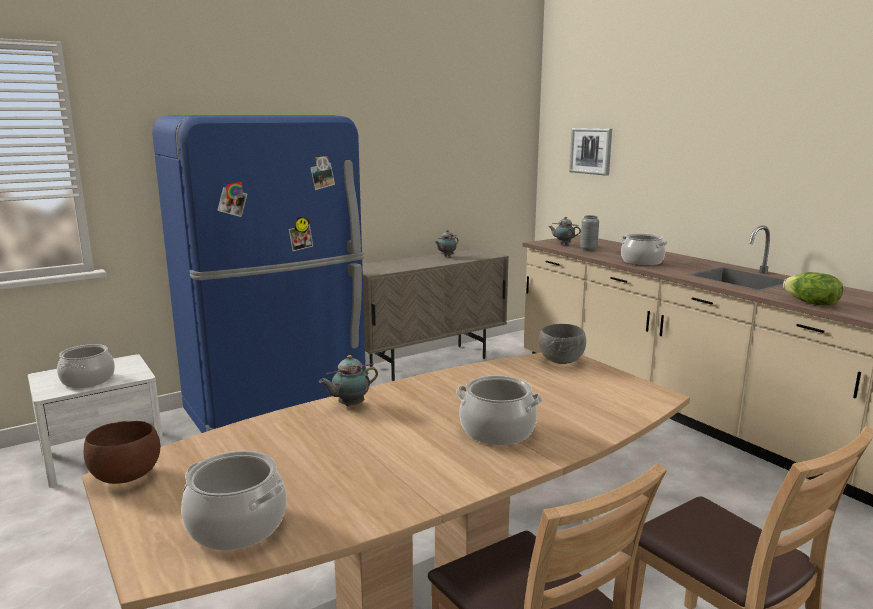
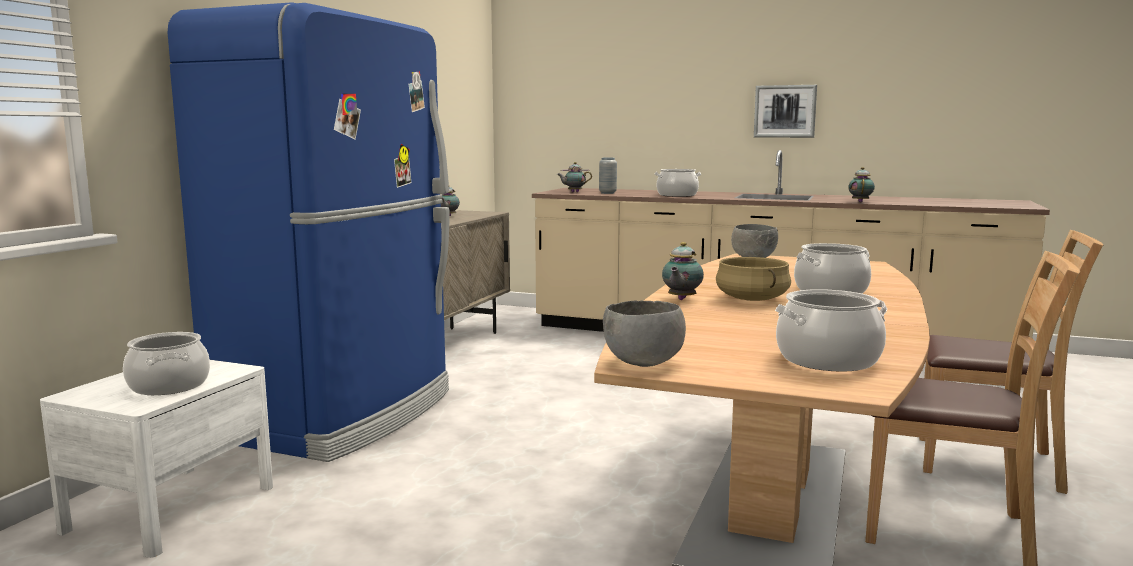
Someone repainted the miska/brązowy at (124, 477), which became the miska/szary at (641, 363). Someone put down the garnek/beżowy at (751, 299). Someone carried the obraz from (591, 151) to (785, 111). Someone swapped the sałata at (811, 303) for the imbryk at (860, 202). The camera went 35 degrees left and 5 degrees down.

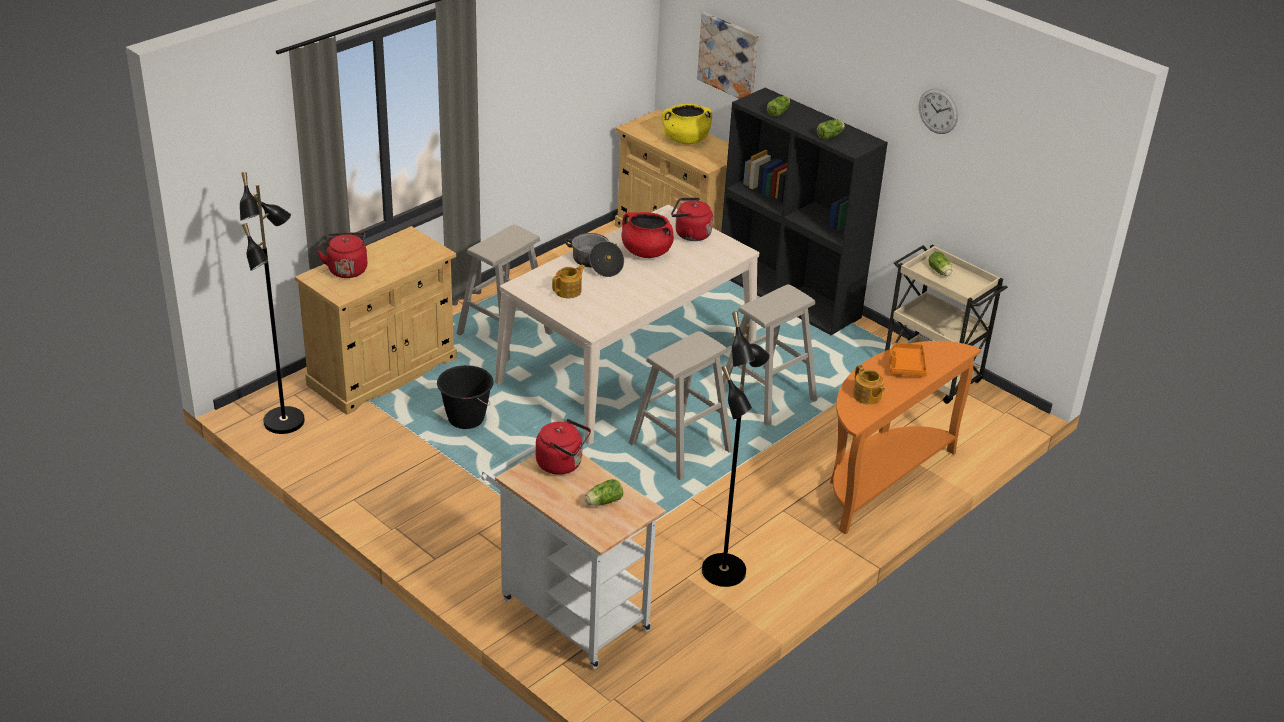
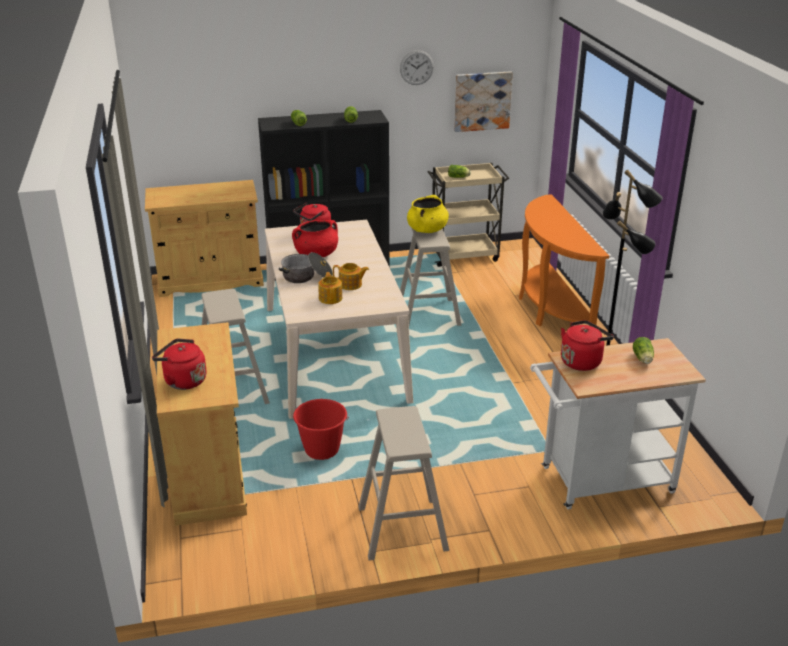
Someone repainted the wiadro/czarny at (466, 419), which became the wiadro/czerwony at (322, 450). Someone carried the imbryk from (867, 396) to (351, 285). Someone carried the stołek/beżowy from (680, 448) to (402, 528). Someone carried the garnek/żółty from (685, 140) to (427, 230). Someone carried the obraz from (729, 56) to (482, 101). Someone took away the lampa stojąca/czarny at (285, 422). Someone took away the taca/pomarańczowy at (905, 365). The camera went 55 degrees left and 5 degrees down.

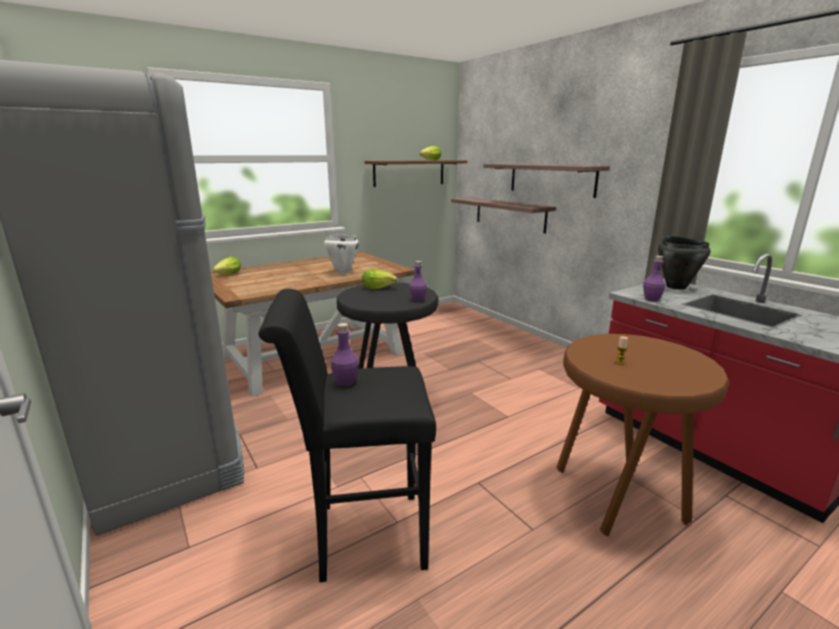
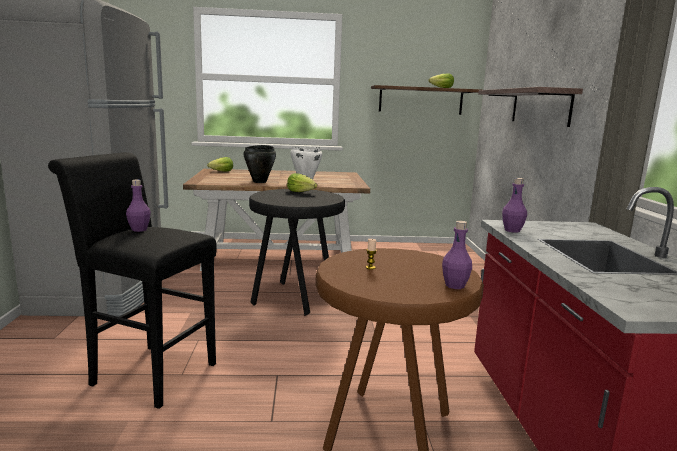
Someone carried the garnek/czarny from (676, 287) to (260, 182). Someone carried the butelka/fioletowy from (418, 300) to (455, 285). Someone took away the półka at (509, 214). The camera went 30 degrees right and 5 degrees down.

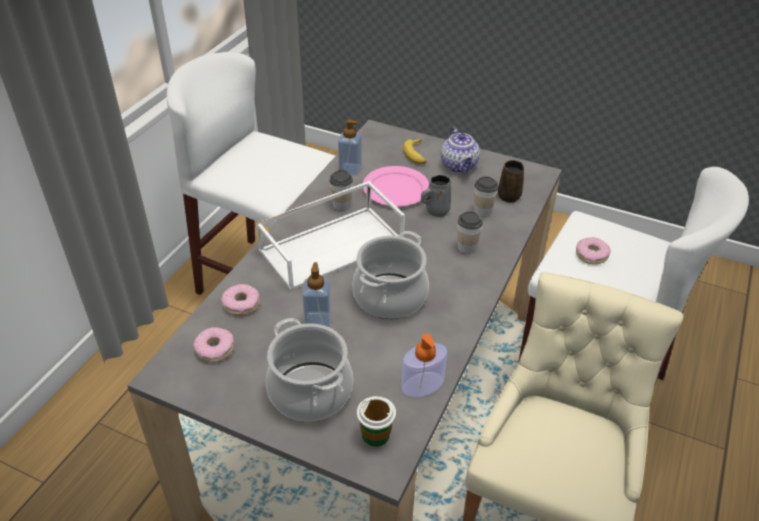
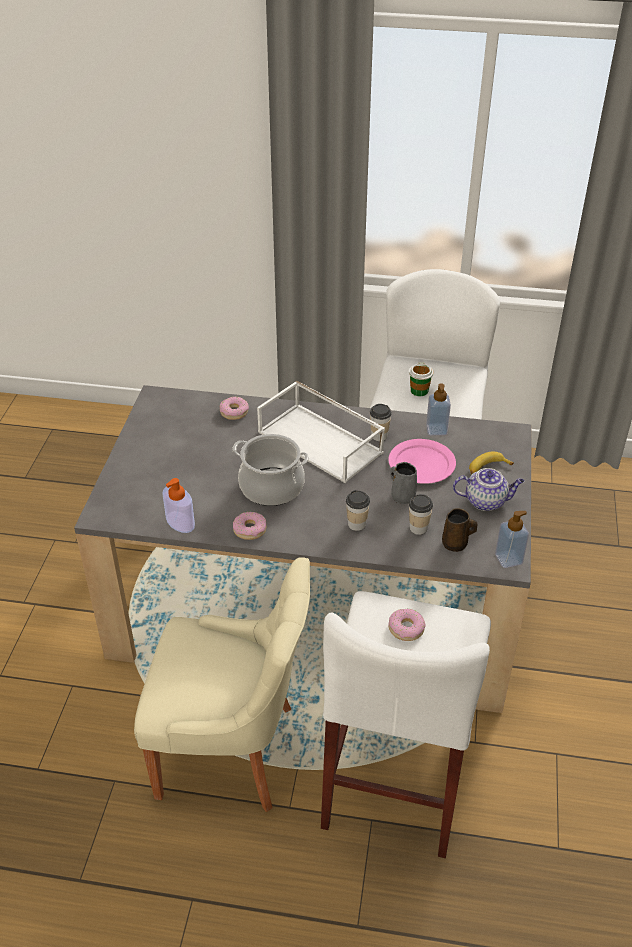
Someone carried the donut from (215, 349) to (250, 529). Someone carried the filiżanka from (376, 435) to (419, 391). Someone rotated the imbryk at (459, 166) by 150 degrees counterclockwise. Someone carried the dozownik mydła from (318, 321) to (508, 559). Someone took away the garnek at (310, 391). The camera went 75 degrees right and 0 degrees up.

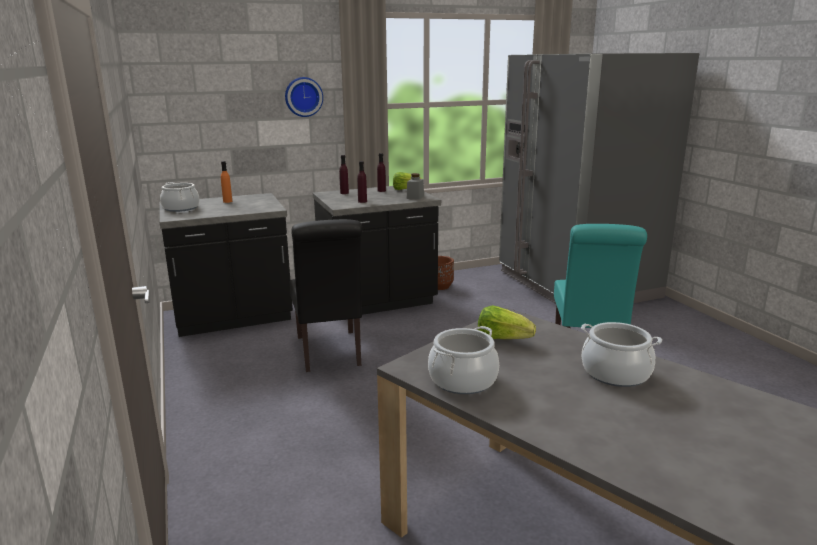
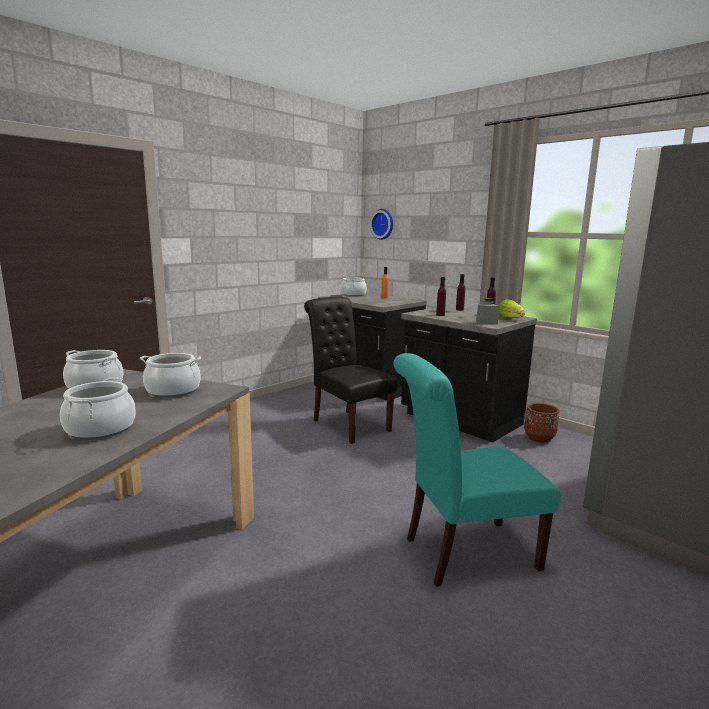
Someone swapped the sałata at (502, 339) for the garnek at (173, 390). Someone rotated the krzesło/czarny at (330, 353) by 90 degrees clockwise. Someone carried the zegar ścienny from (303, 97) to (383, 224). The camera went 65 degrees right and 5 degrees down.

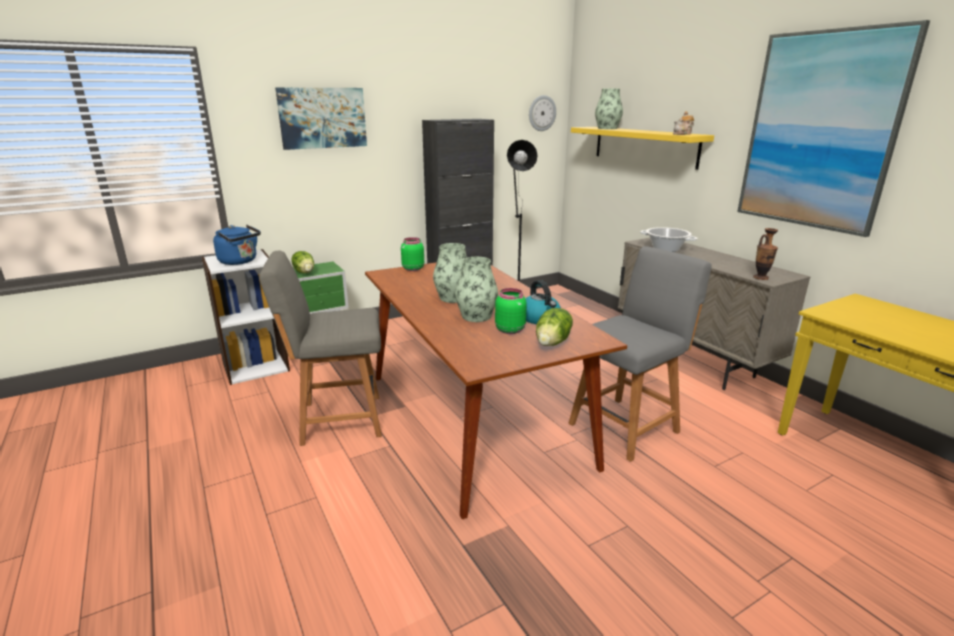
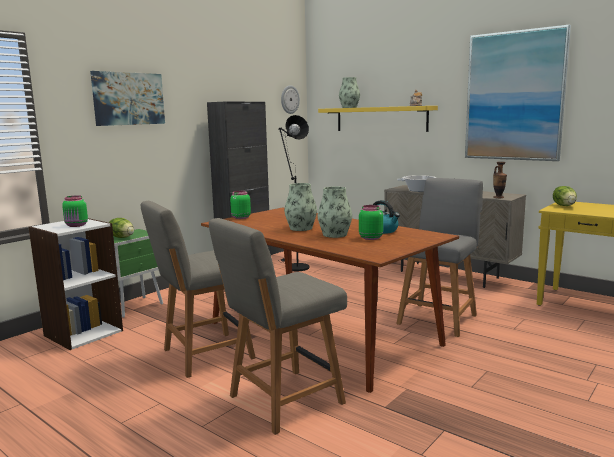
Someone swapped the czajnik/niebieski at (240, 261) for the słoik/zielony at (77, 225). Someone put down the krzesło/szary at (282, 401). Someone carried the sałata from (553, 342) to (564, 206). The camera went 20 degrees left and 10 degrees down.

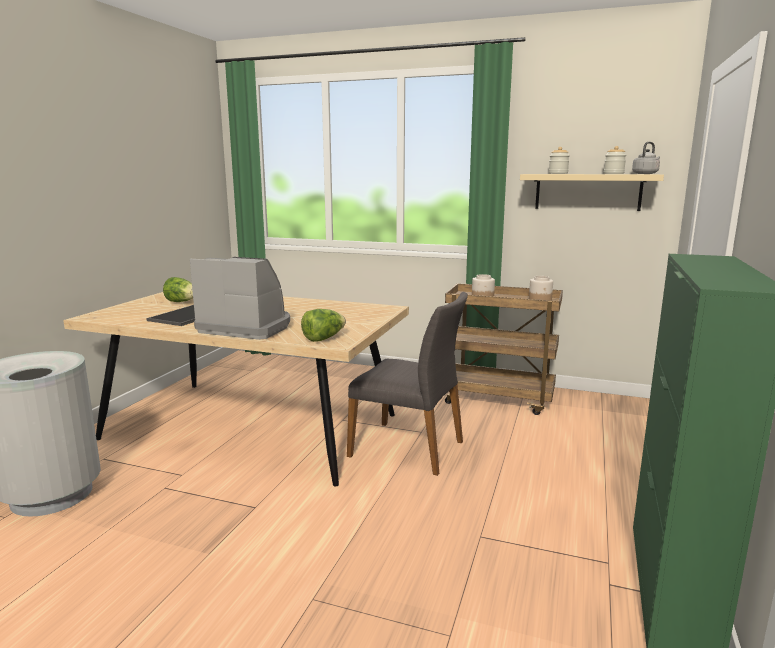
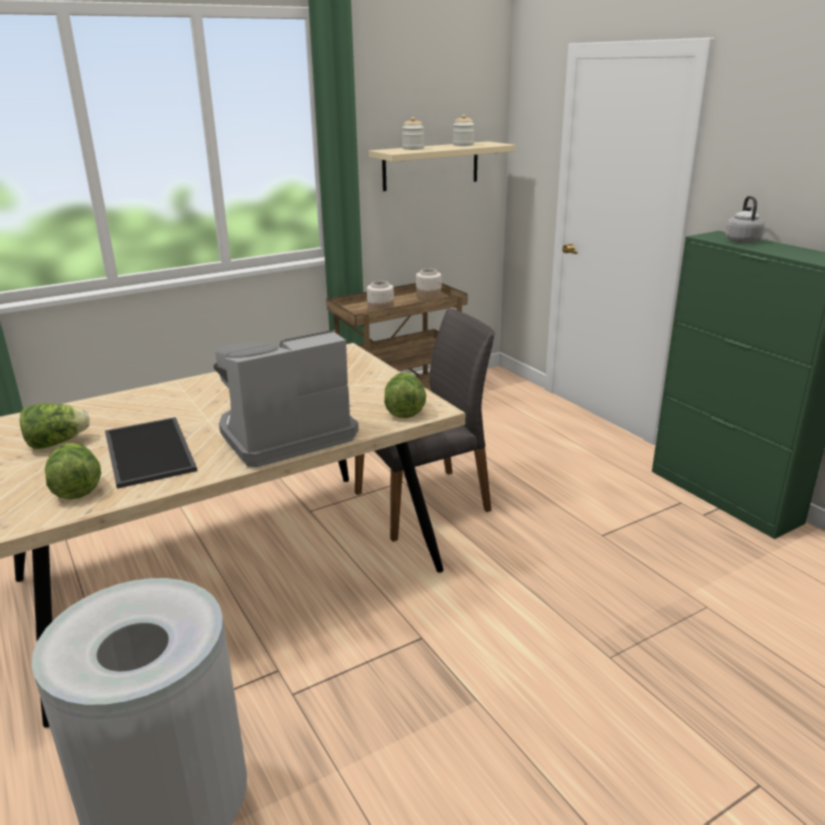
Someone put down the sałata at (76, 488). Someone carried the czajnik/szary from (645, 174) to (741, 240). The camera went 50 degrees left and 10 degrees up.

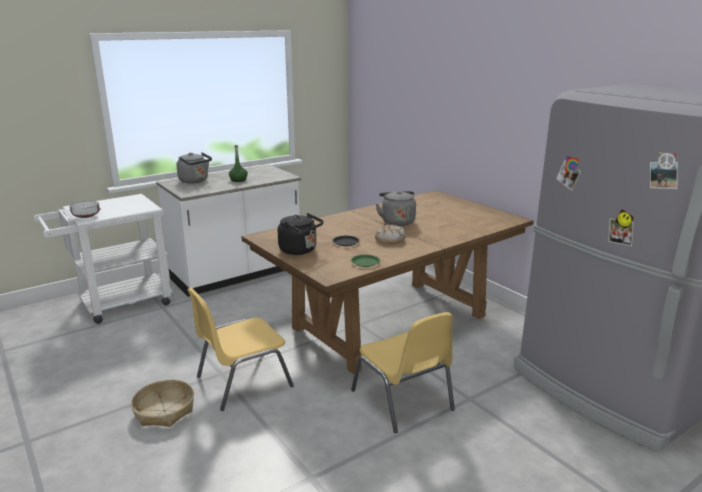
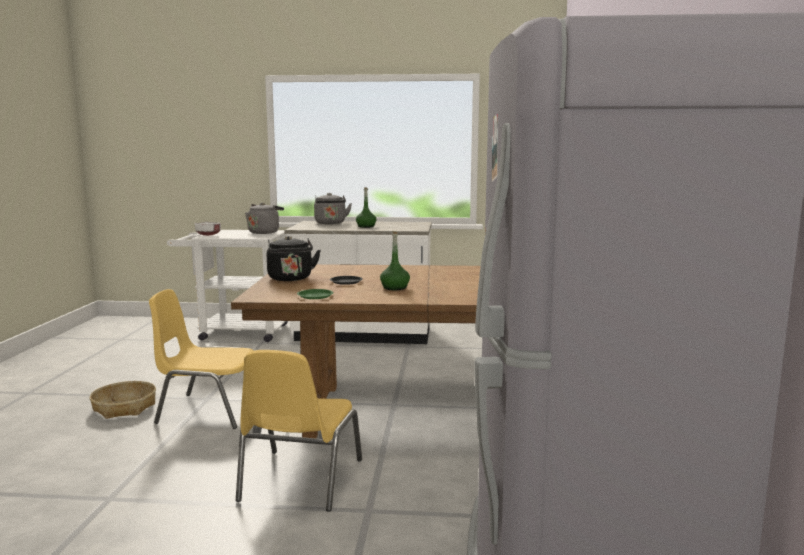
Someone carried the czajnik/szary from (397, 221) to (264, 232). Someone swapped the chleb at (390, 239) for the butelka/zielony at (395, 288). The camera went 40 degrees right and 10 degrees down.

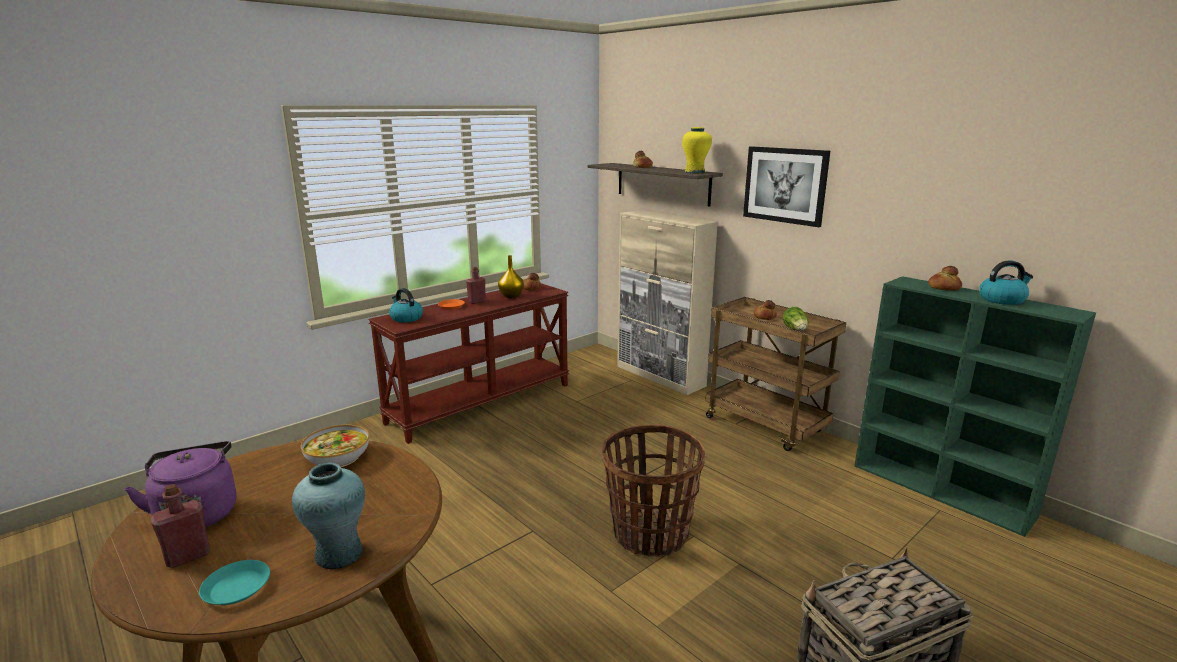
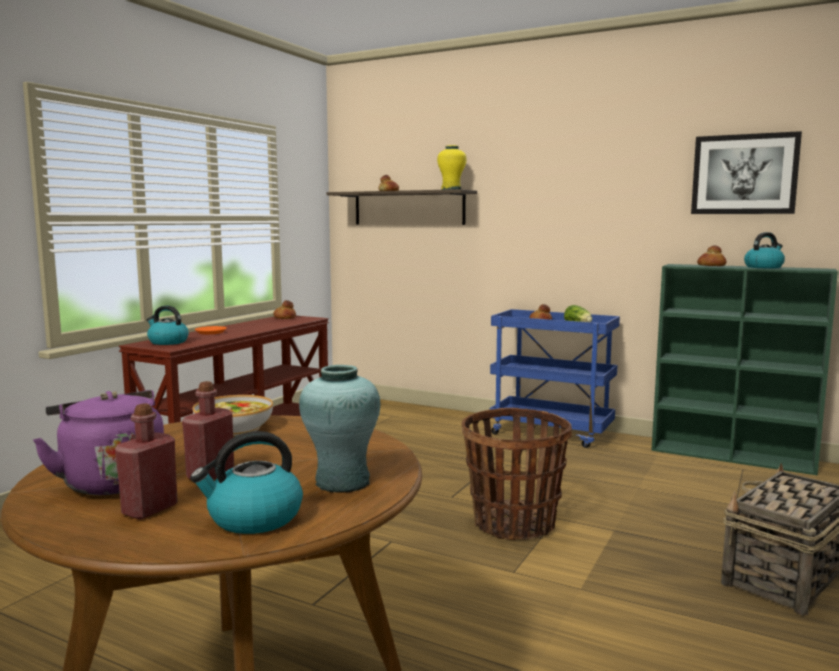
Someone carried the butelka/czerwony from (477, 302) to (210, 475). Someone swapped the talerz/turkusowy at (237, 587) for the czajnik at (253, 518). Someone repainted the wózek/brązowy at (766, 425), which became the wózek/niebieski at (552, 433). Someone carried the obraz from (785, 185) to (744, 174). Someone took away the wazon/żółty at (511, 296). Someone took away the szafka/beżowy at (660, 376). The camera went 20 degrees left and 10 degrees down.

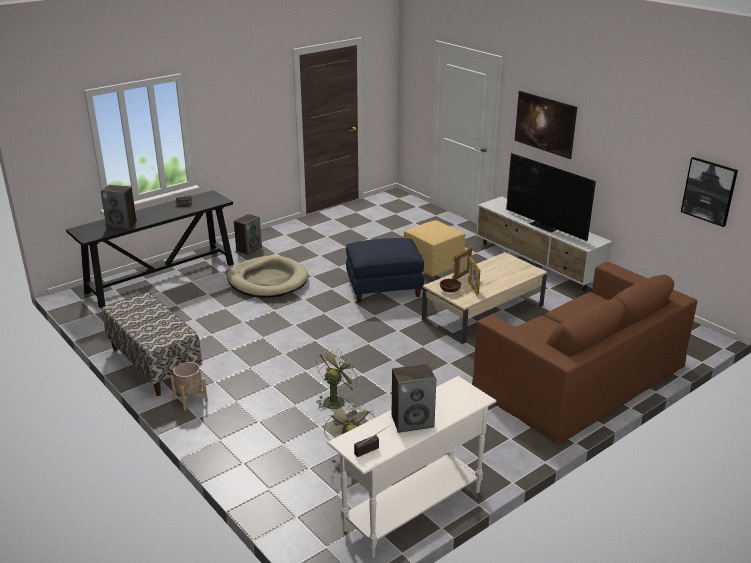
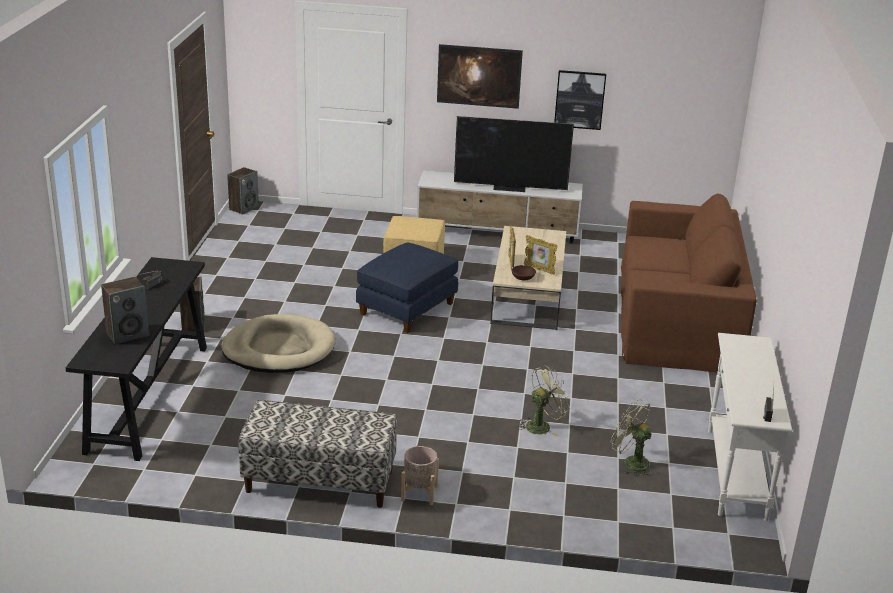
Someone carried the głośnik from (412, 421) to (244, 208). Someone rotated the wentylator/zielony at (335, 400) by 75 degrees clockwise. Someone carried the obraz from (709, 191) to (579, 99). The camera went 45 degrees left and 0 degrees up.

